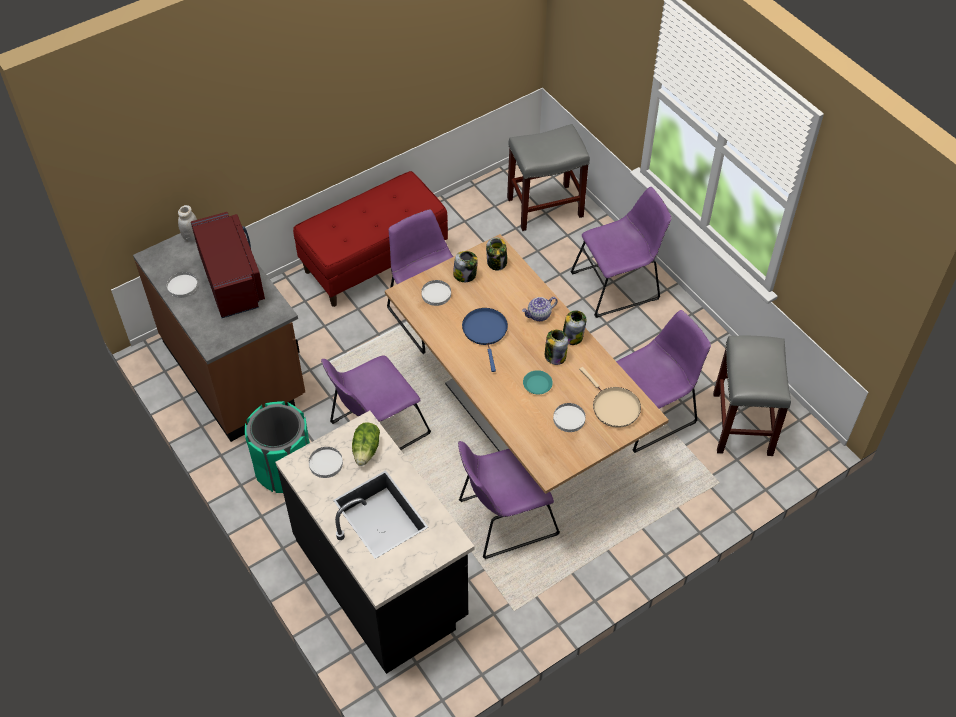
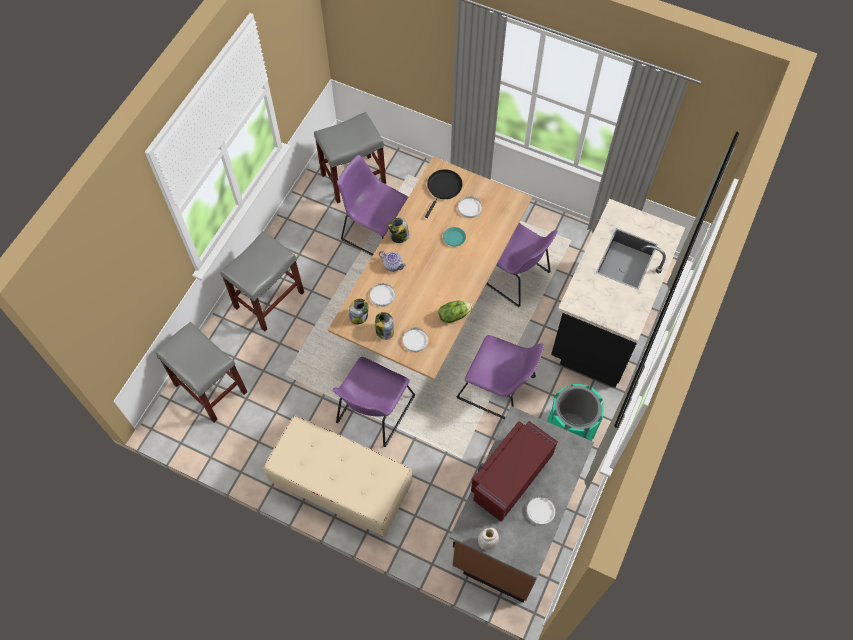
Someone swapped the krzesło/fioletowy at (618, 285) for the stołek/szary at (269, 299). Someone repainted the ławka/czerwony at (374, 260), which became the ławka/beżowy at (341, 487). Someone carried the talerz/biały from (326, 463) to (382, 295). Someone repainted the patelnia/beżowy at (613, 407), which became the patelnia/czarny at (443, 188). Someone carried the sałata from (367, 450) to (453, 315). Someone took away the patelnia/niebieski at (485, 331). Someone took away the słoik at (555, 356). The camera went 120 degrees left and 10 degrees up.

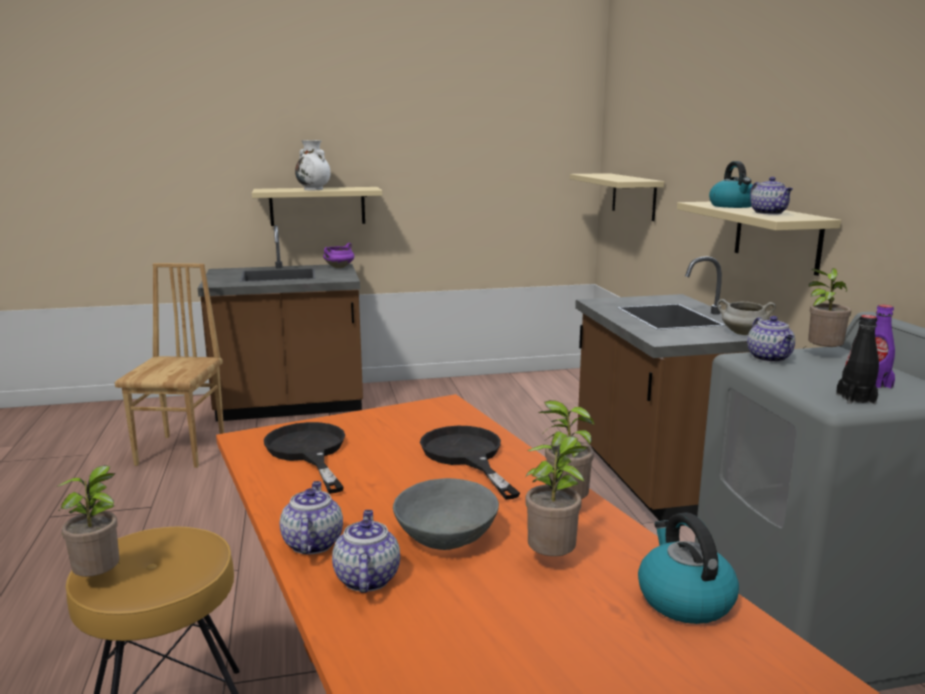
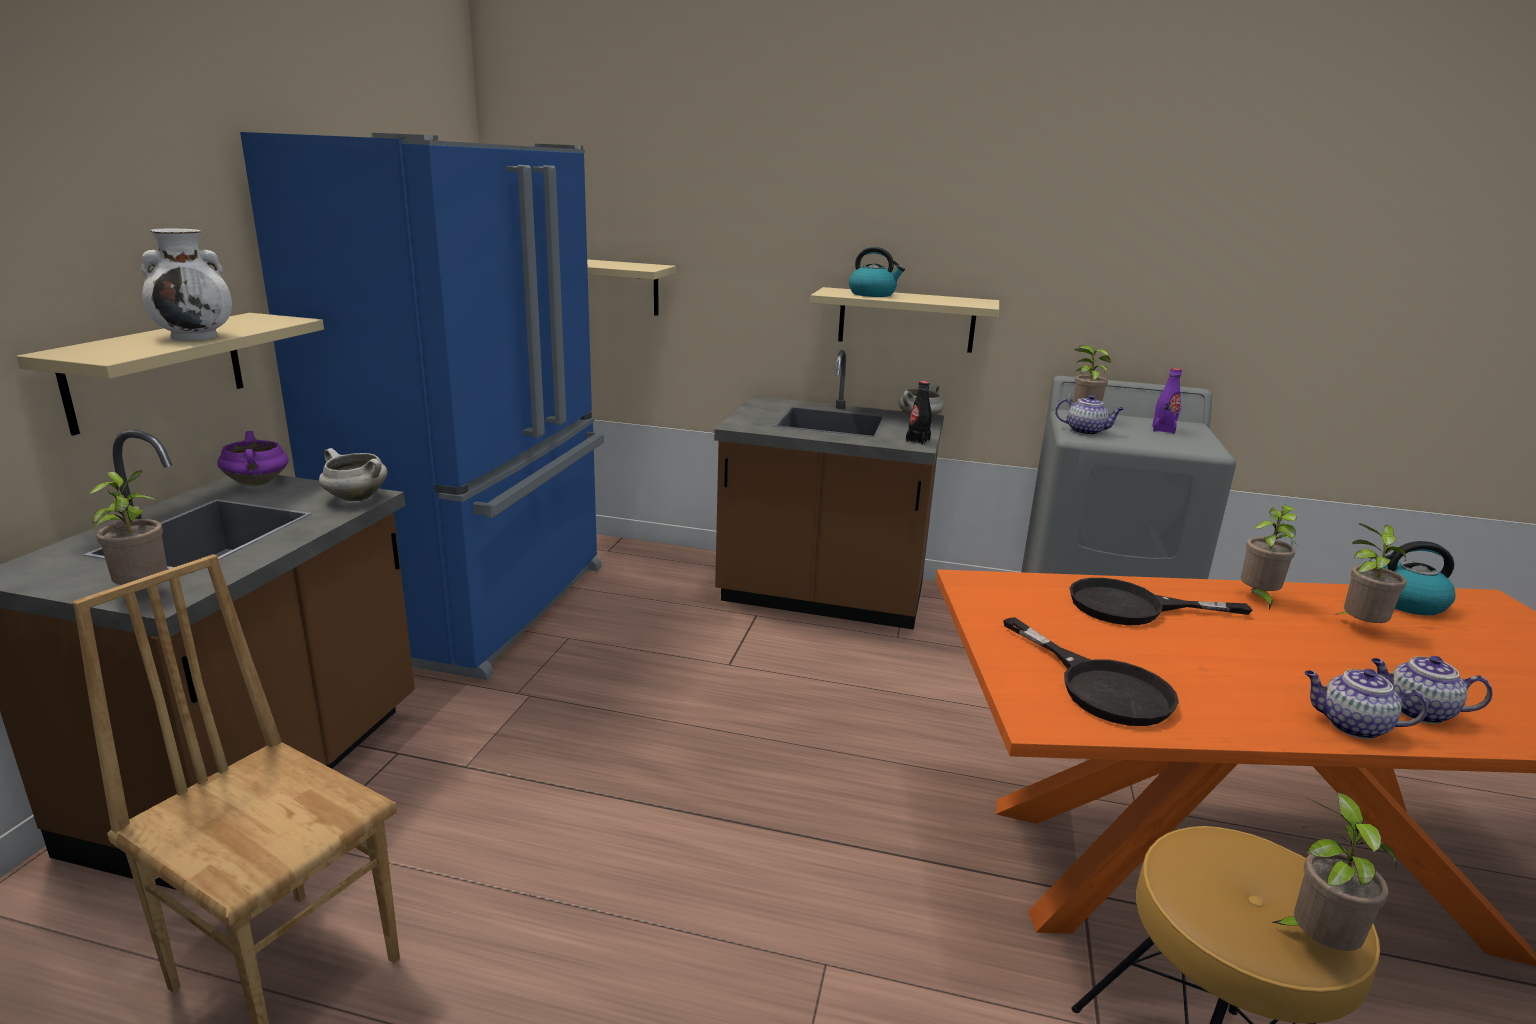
Someone put down the roślina doniczkowa at (144, 592). Someone put down the lodówka/niebieski at (483, 606). Someone put down the garnek/biały at (355, 498). Someone carried the butelka/czarny from (855, 399) to (917, 441). Someone rotated the patelnia/czarny at (308, 452) by 120 degrees counterclockwise. Someone took away the miska/szary at (445, 537). Someone took away the imbryk at (769, 213). The camera went 65 degrees left and 5 degrees up.

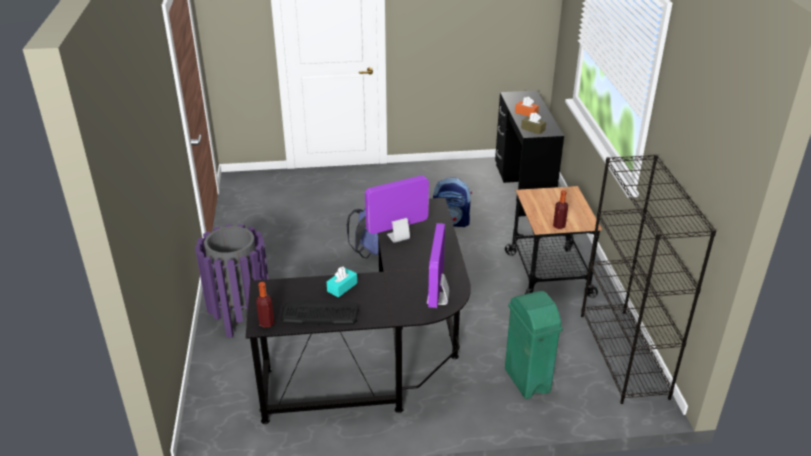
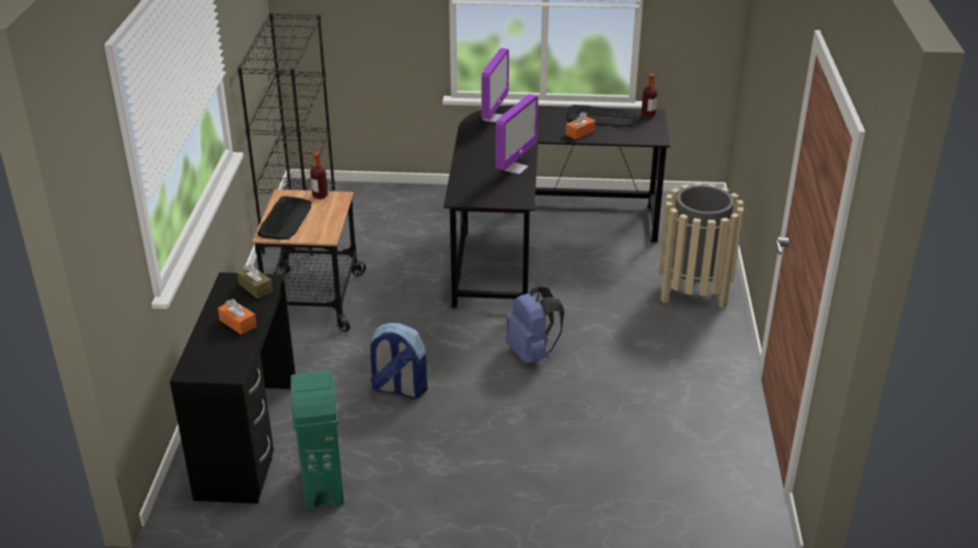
Someone put down the klawiatura at (285, 219). Someone carried the kosz na śmieci/zielony from (527, 381) to (323, 486). Someone rotated the monitor at (398, 237) by 45 degrees counterclockwise. Someone repainted the pudełko chusteczek/turkusowy at (342, 287), which became the pudełko chusteczek/pomarańczowy at (580, 133). Someone repainted the kosz na śmieci/fioletowy at (240, 316), which became the kosz na śmieci/beżowy at (693, 292). The camera went 170 degrees left and 0 degrees up.

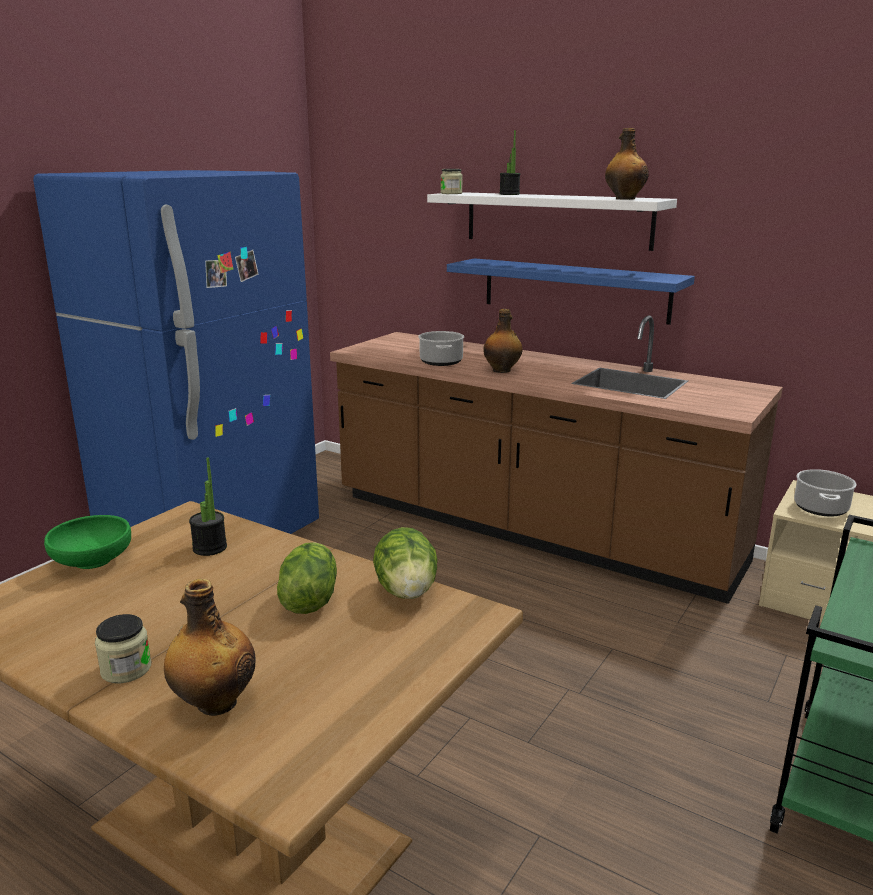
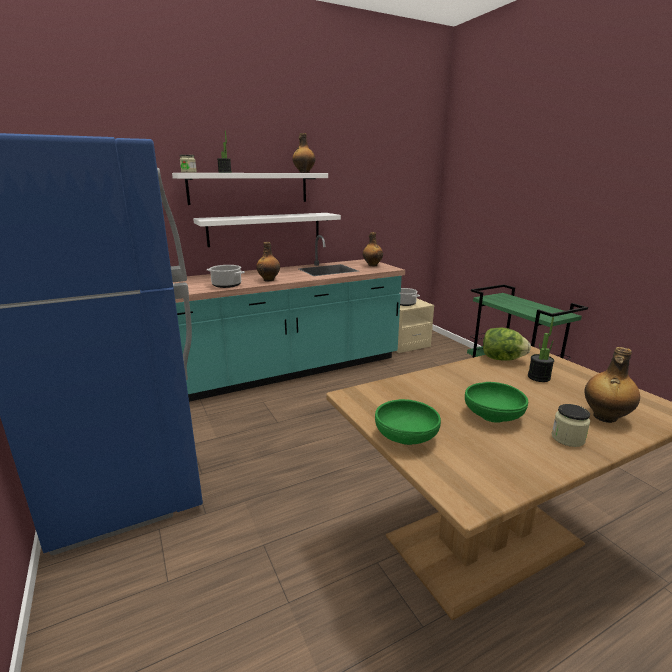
Someone repainted the zabudowa kuchenna/brązowy at (530, 530), which became the zabudowa kuchenna/turkusowy at (282, 372). Someone repainted the półka/niebieski at (574, 290), which became the półka/biały at (265, 229). Someone put down the butelka at (372, 265). Someone put down the miska/zielony at (493, 416). Someone carried the roślina doniczkowa from (210, 548) to (538, 377). Someone took away the sałata at (308, 600). The camera went 60 degrees left and 0 degrees up.

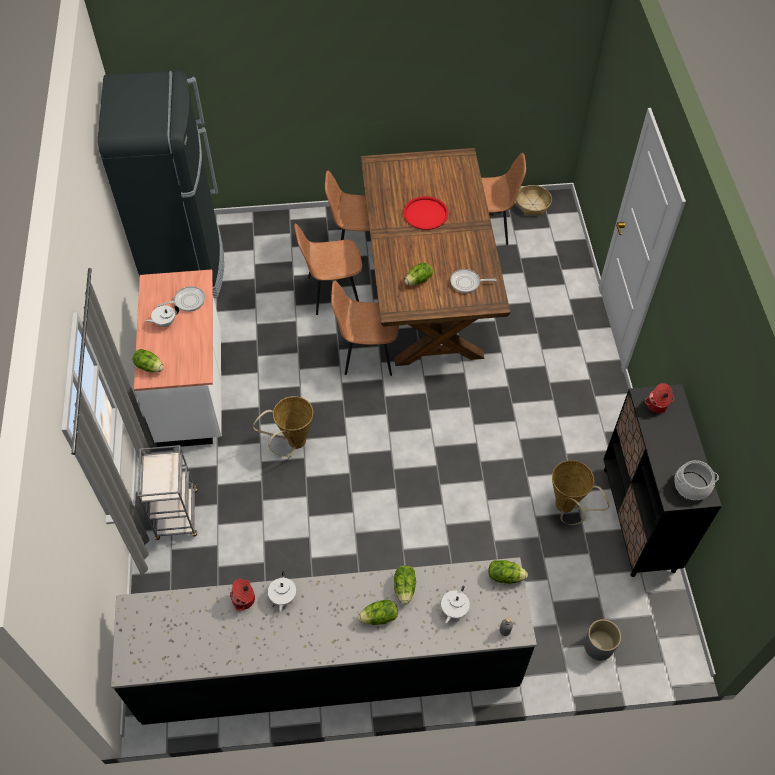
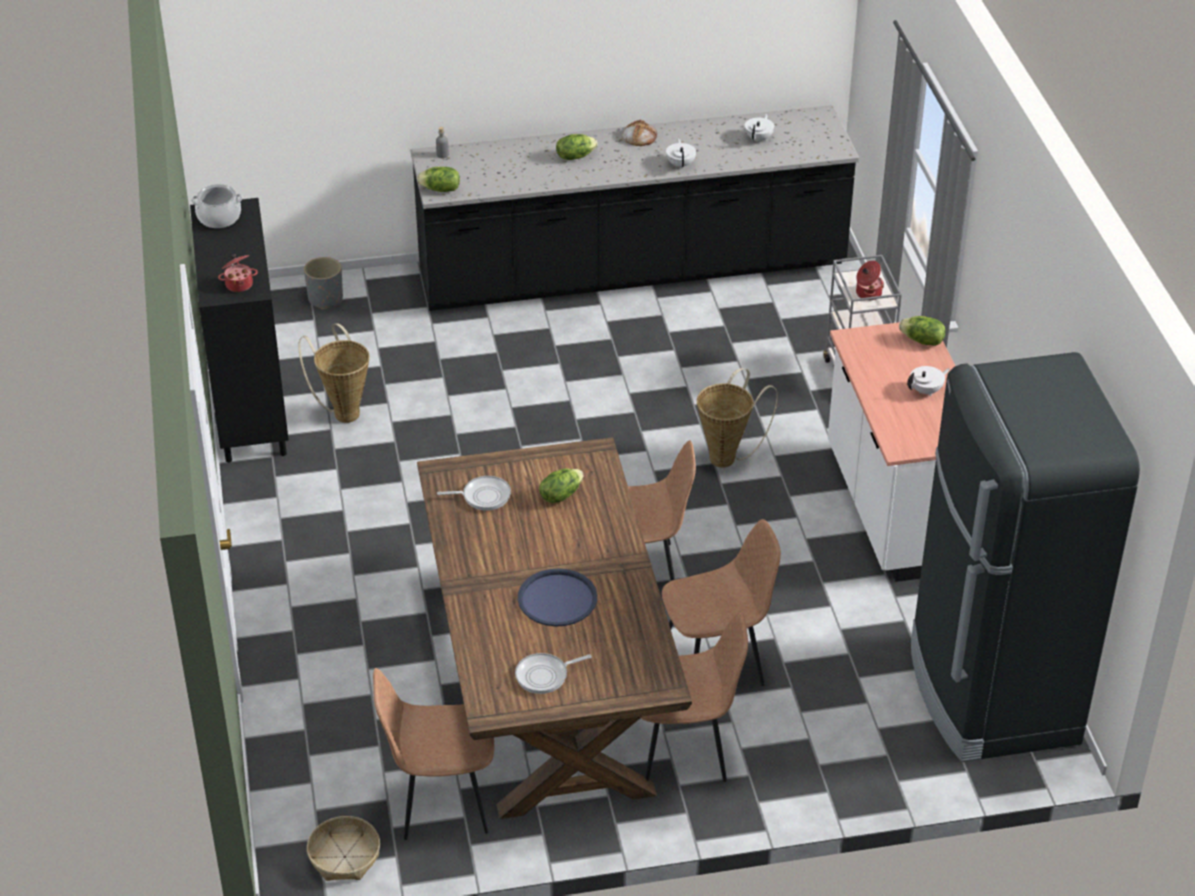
Someone carried the patelnia from (187, 301) to (545, 676). Someone repainted the taca/czerwony at (425, 214), which became the taca/niebieski at (557, 599). Someone put down the chleb at (639, 136). Someone carried the imbryk/biały from (453, 609) to (759, 138). Someone carried the garnek from (244, 599) to (867, 293). Someone took away the sałata at (405, 588). The camera went 175 degrees right and 15 degrees down.

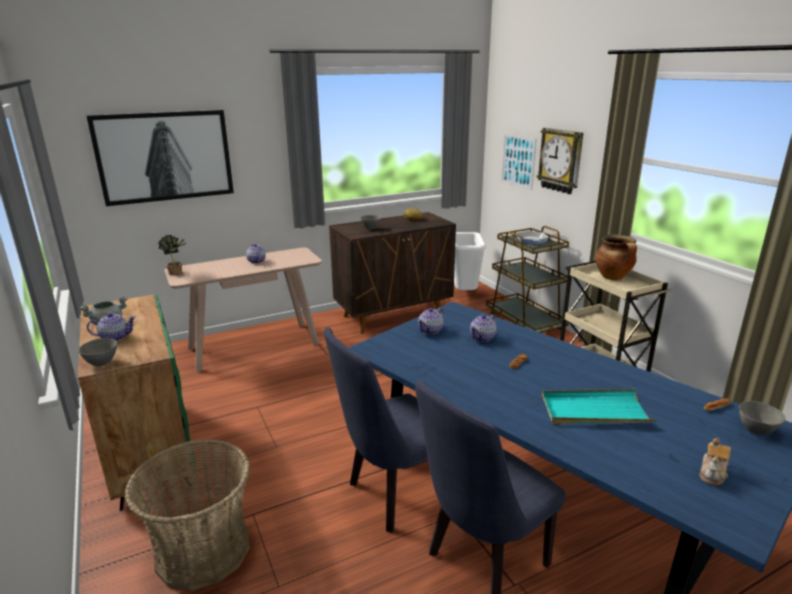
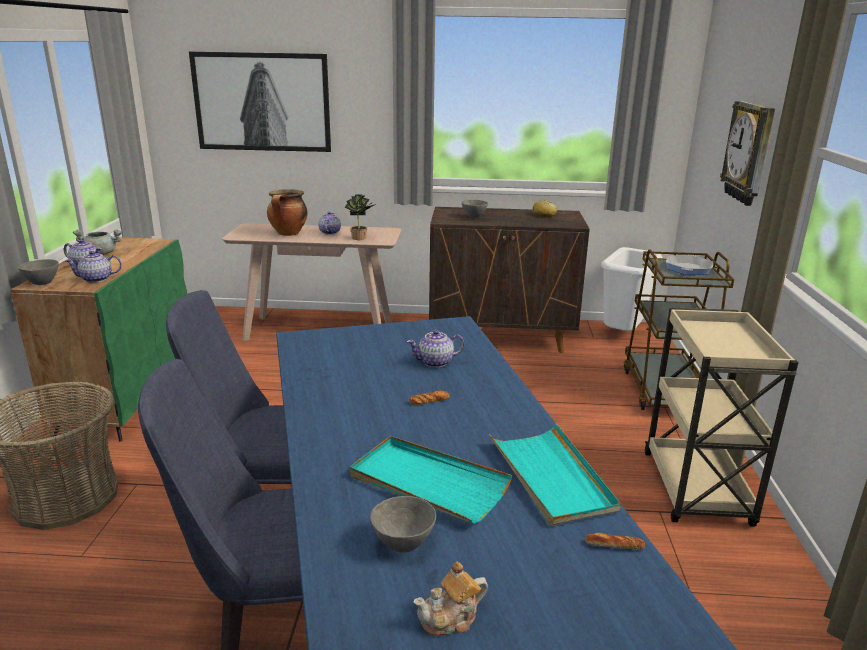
Someone carried the imbryk from (431, 330) to (97, 279). Someone carried the garnek from (613, 277) to (288, 234). Someone carried the roślina doniczkowa from (177, 272) to (361, 238). Someone carried the miska/szary from (756, 431) to (403, 545). Someone put down the taca/turkusowy at (551, 477). Someone took away the obraz at (518, 161). The camera went 30 degrees right and 0 degrees up.

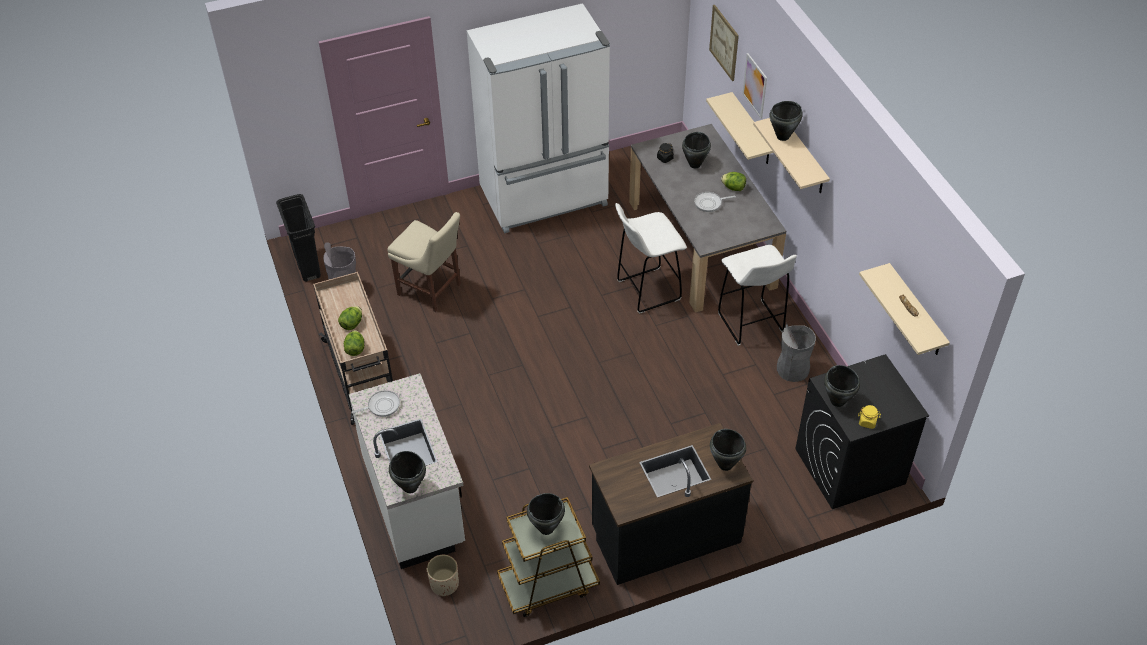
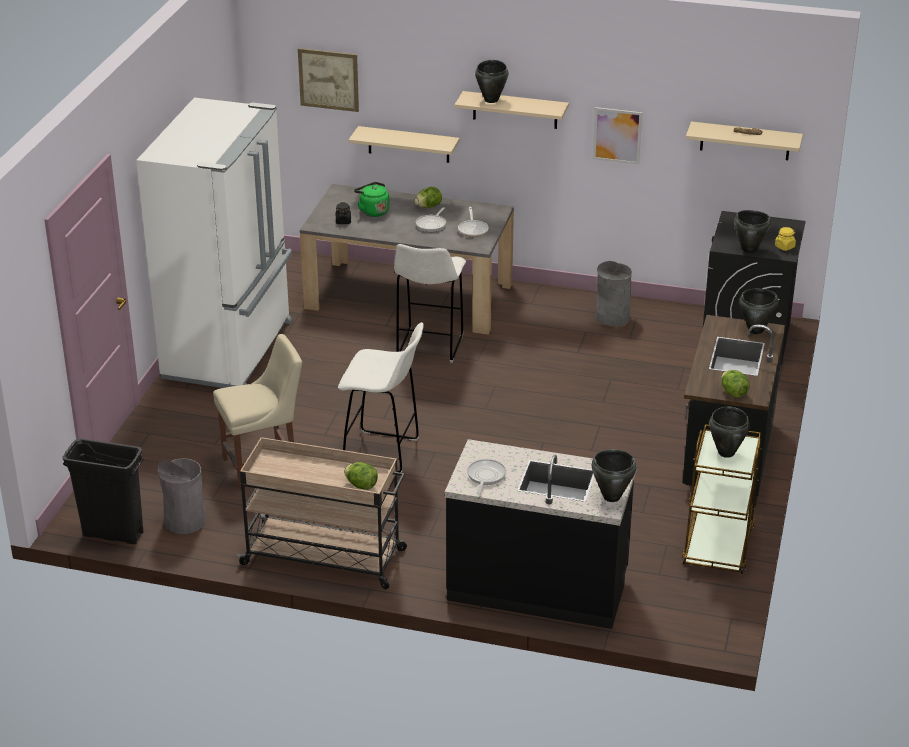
Someone carried the stołek/biały from (751, 324) to (384, 453). Someone swapped the garnek/czarny at (695, 164) for the czajnik/zielony at (373, 211). Someone repainted the zabudowa kuchenna/biały at (415, 503), which became the zabudowa kuchenna/czarny at (538, 587). Someone put down the patelnia at (473, 229). Someone carried the obraz from (755, 85) to (617, 135). Someone carried the sałata from (352, 324) to (733, 393). Someone took away the donica/beżowy at (444, 584). The camera went 55 degrees left and 15 degrees down.

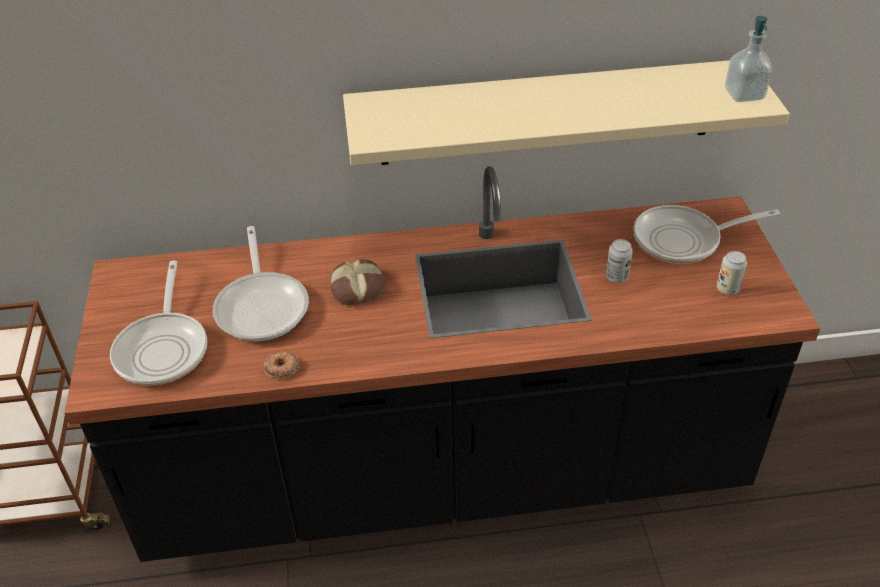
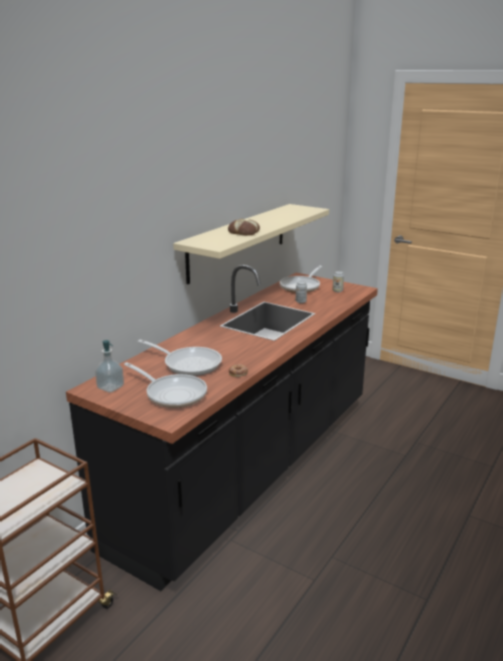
Someone carried the dozownik mydła from (744, 94) to (110, 387). Someone carried the chleb from (358, 288) to (244, 232). The camera went 50 degrees left and 20 degrees down.

